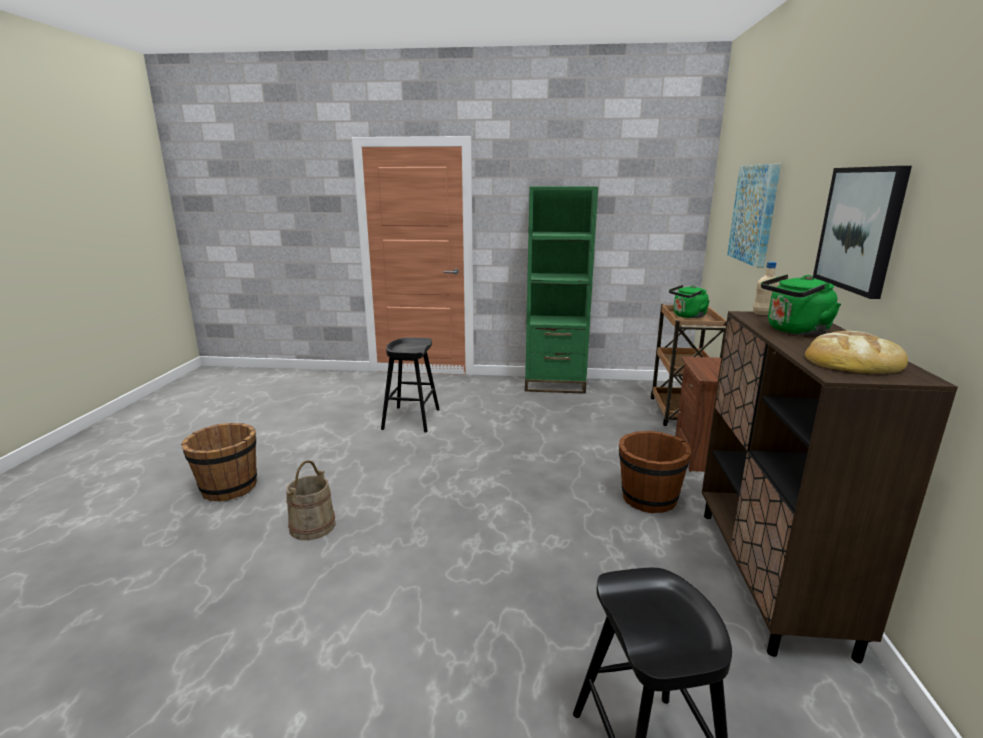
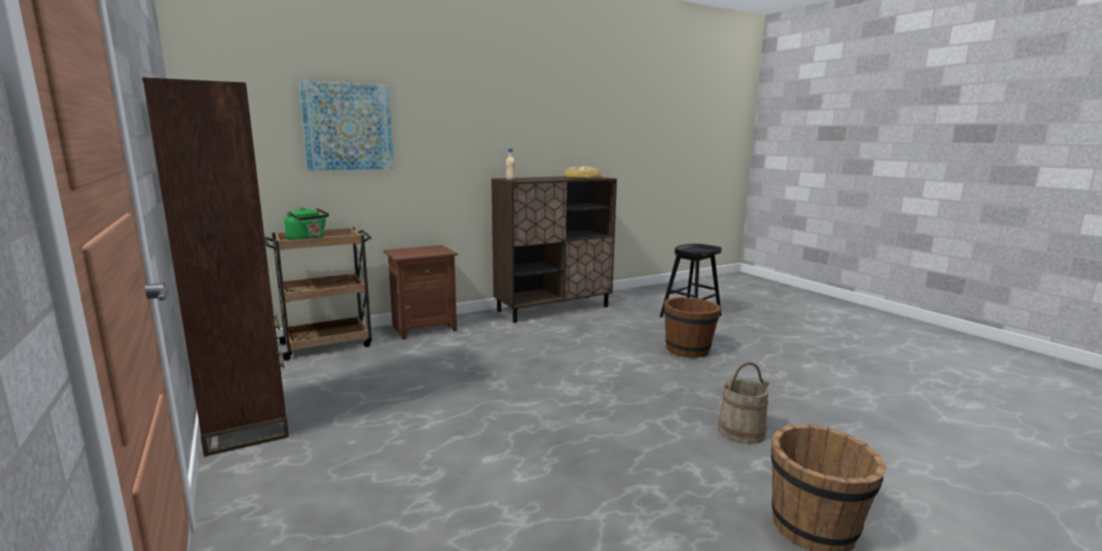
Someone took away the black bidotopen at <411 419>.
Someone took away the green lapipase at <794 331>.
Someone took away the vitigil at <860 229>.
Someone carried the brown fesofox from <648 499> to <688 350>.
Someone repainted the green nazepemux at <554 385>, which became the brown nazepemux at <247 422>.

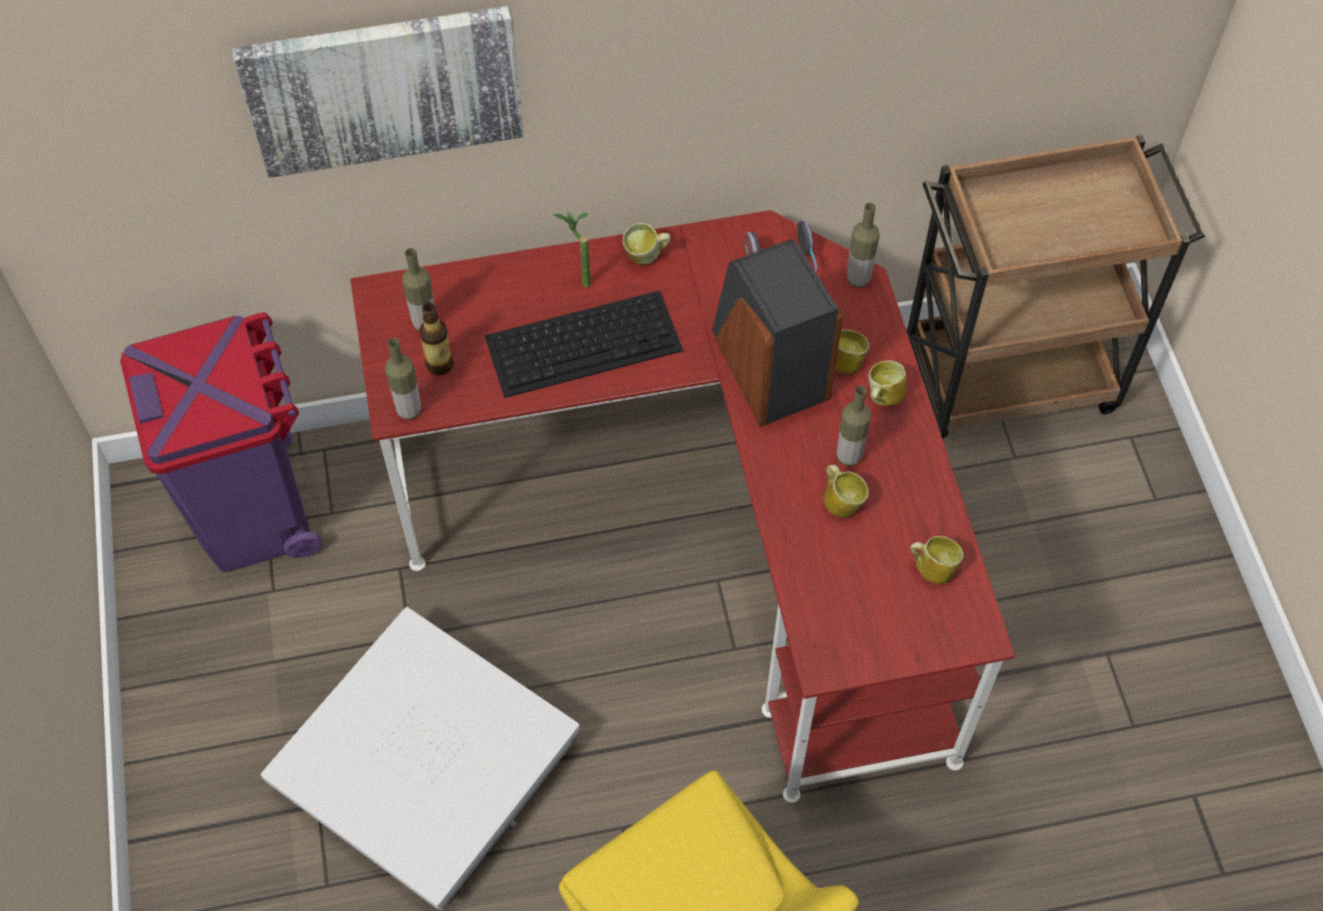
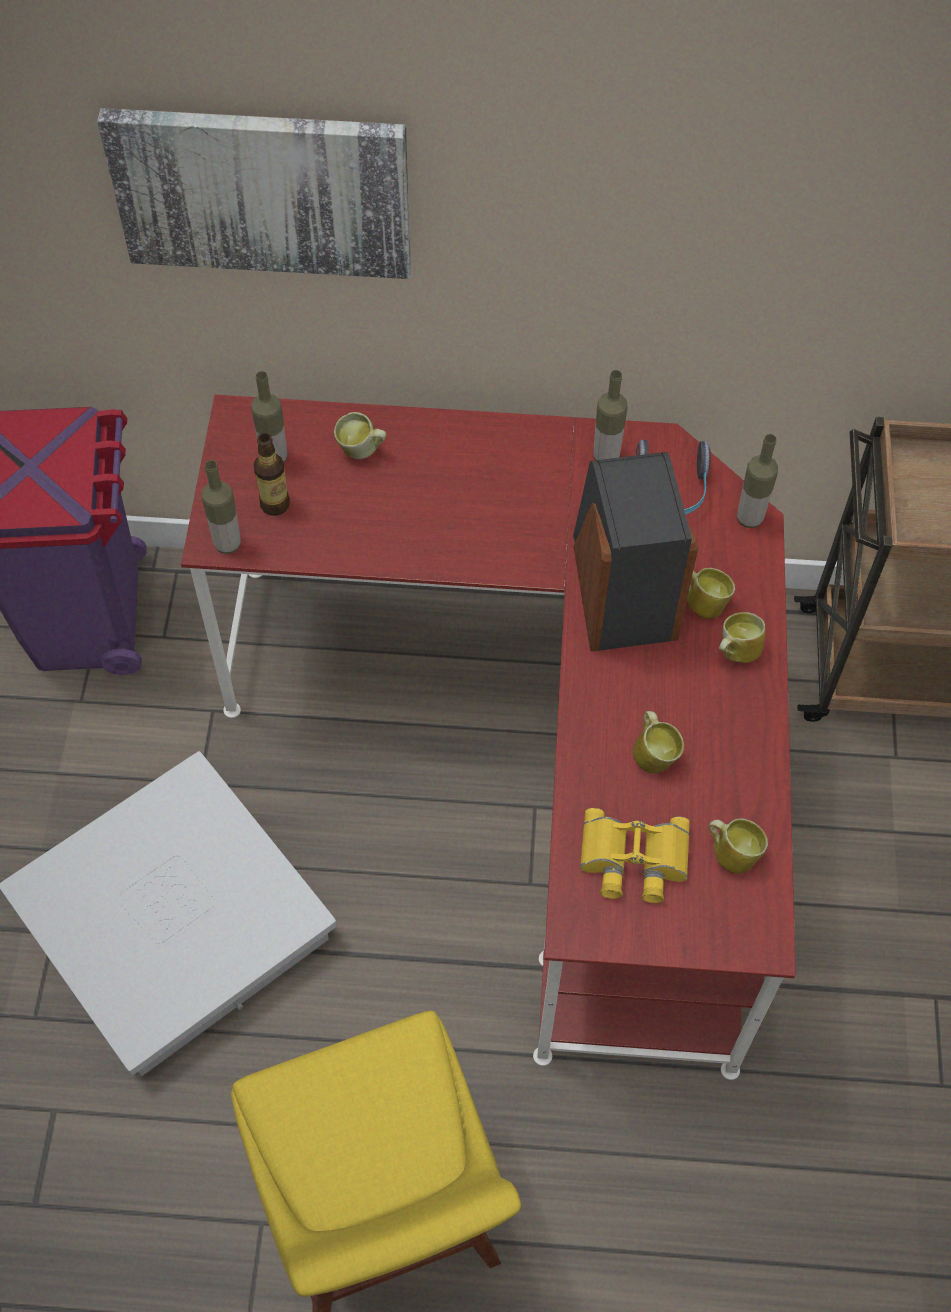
Someone took away the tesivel at <585 342>.
Someone took away the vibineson at <578 282>.
Someone put down the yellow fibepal at <633 861>.
Someone carried the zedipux from <646 257> to <362 452>.
Someone carried the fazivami from <849 456> to <606 456>.

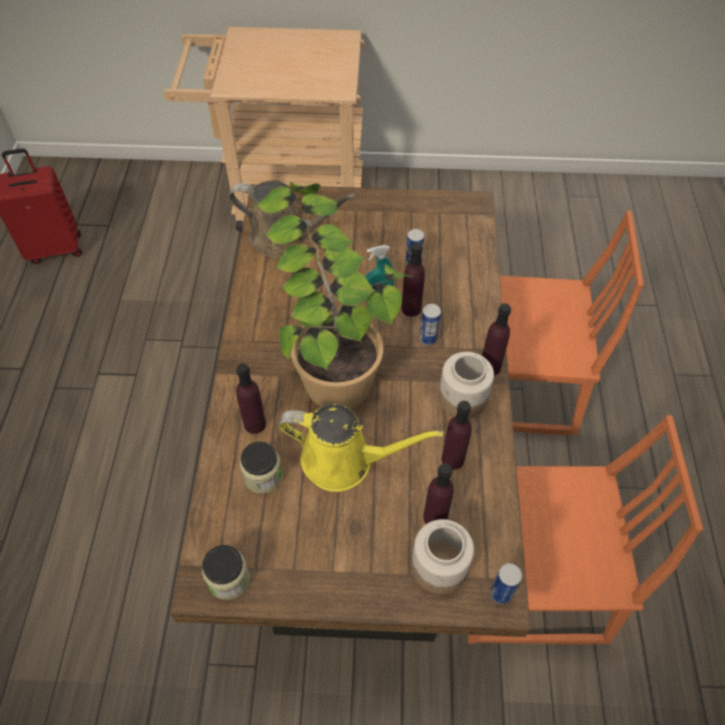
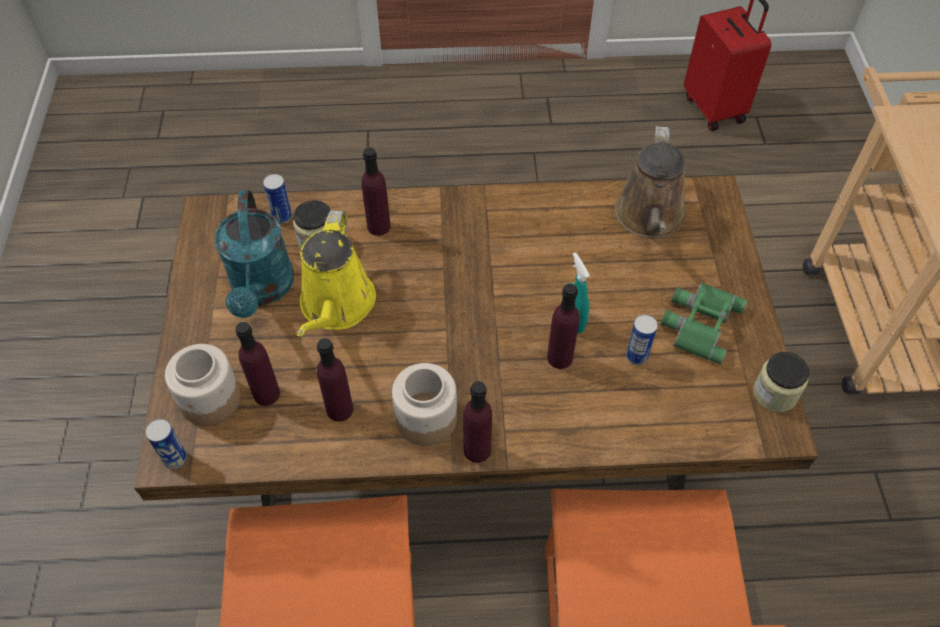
Someone took away the vibineson at <331 354>.
Someone put down the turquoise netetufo at <262 290>.
Someone put down the green fibepal at <699 323>.
Someone carried the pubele from <229 579> to <775 393>.
Someone carried the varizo from <428 339> to <282 217>.

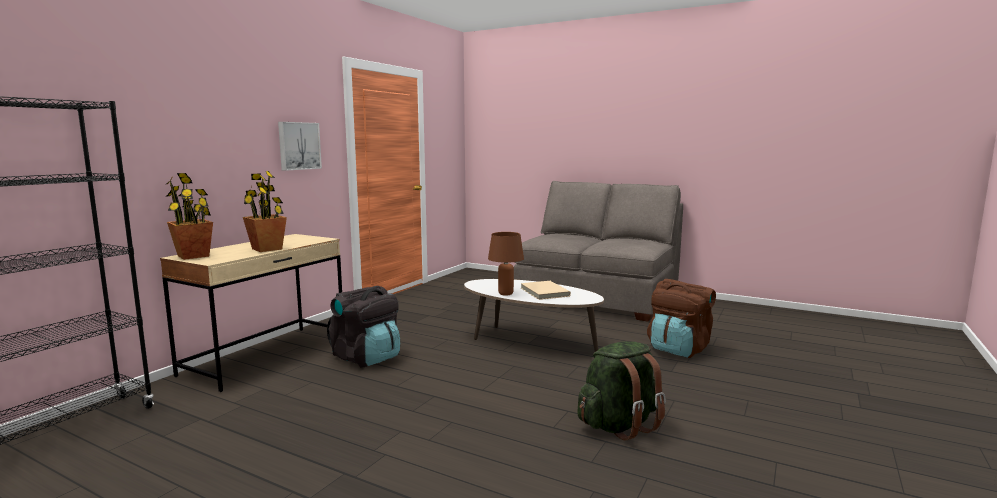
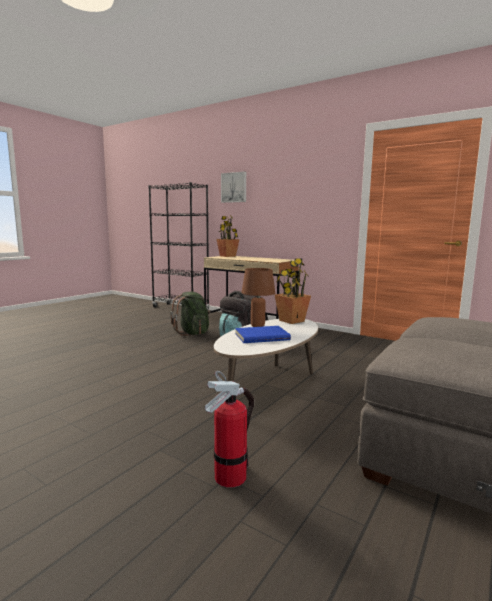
Someone carried the vibineson from <267 249> to <291 321>.
Someone carried the vitigil from <298 146> to <234 187>.
Someone carried the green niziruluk from <619 425> to <193 333>.
Someone swapped the brown niziruluk at <679 349> for the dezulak at <230 476>.
Someone repainted the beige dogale at <544 292>, which became the blue dogale at <261 336>.

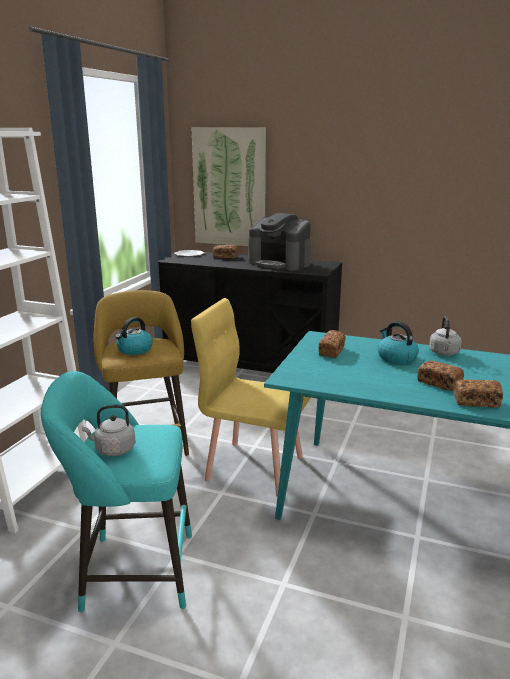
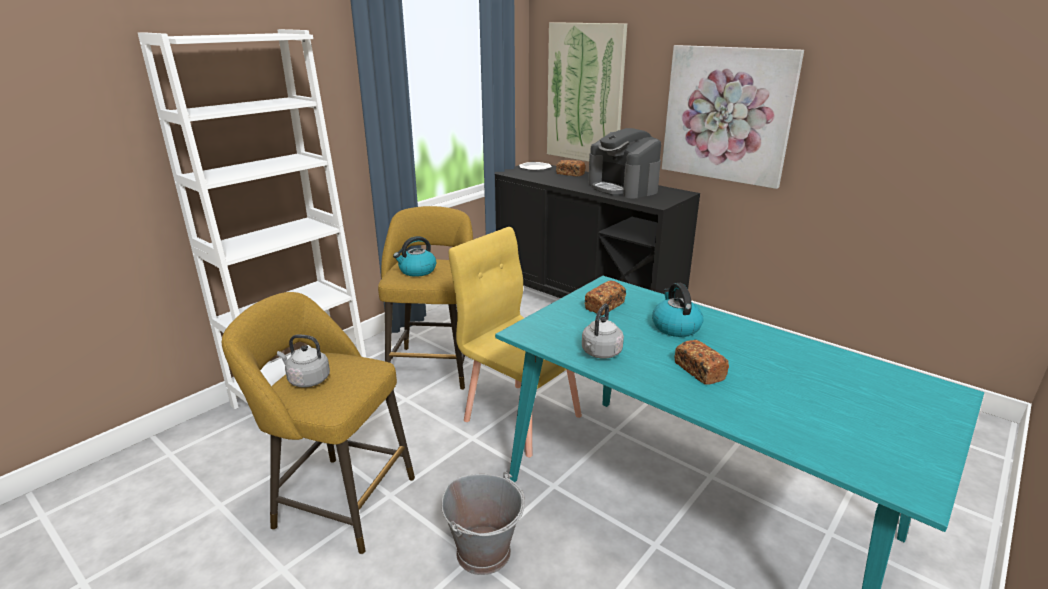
Someone took away the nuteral at <476 402>.
Someone put down the grey fesofox at <484 552>.
Someone put up the vitigil at <727 115>.
Someone carried the grey lapipase from <444 353> to <600 353>.
Someone repainted the turquoise bidotopen at <131 571>, which became the yellow bidotopen at <338 501>.

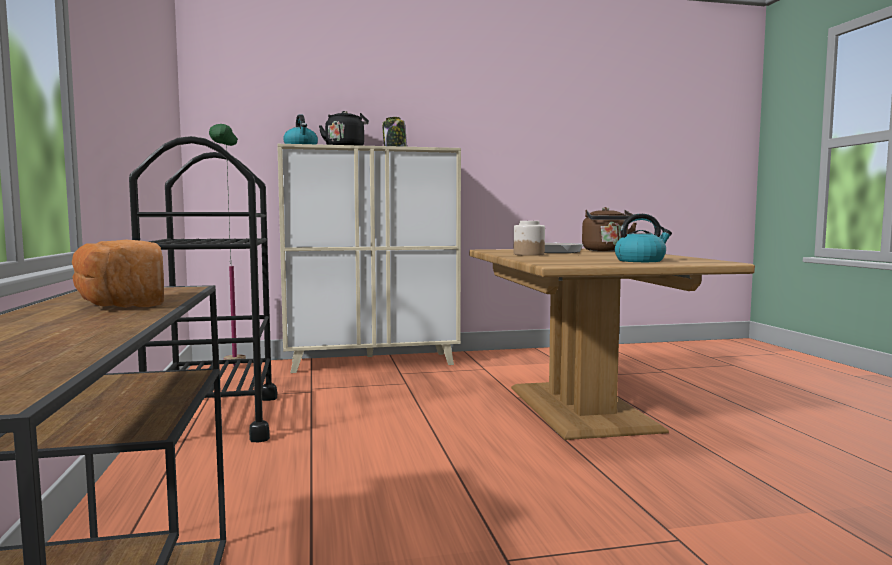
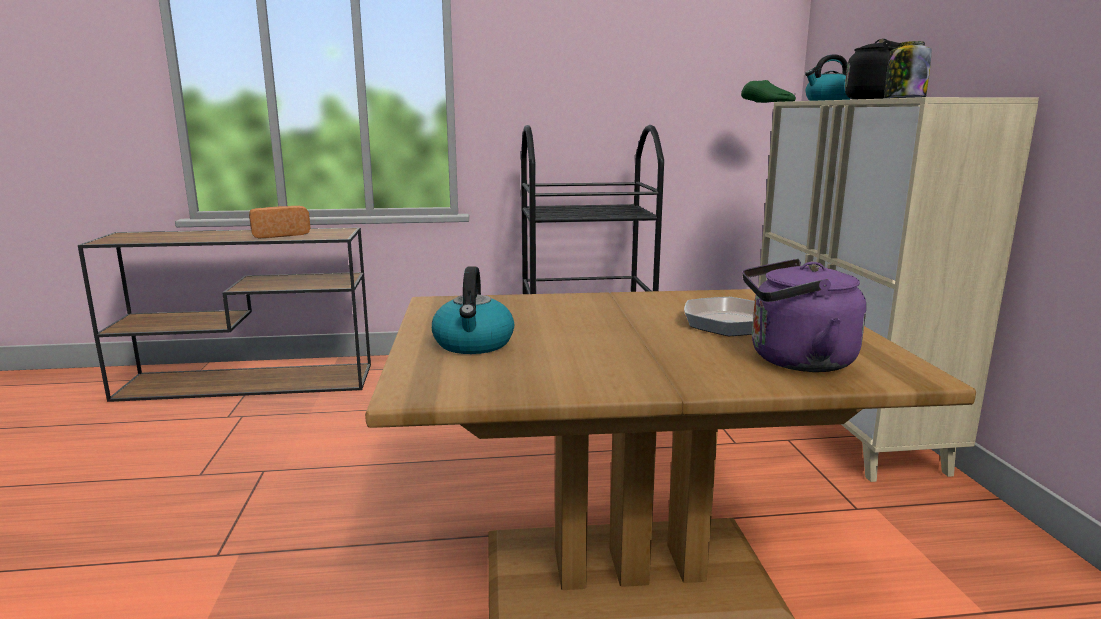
Someone took away the pubele at <528 254>.
Someone repainted the brown lapipase at <606 251>, which became the purple lapipase at <795 361>.

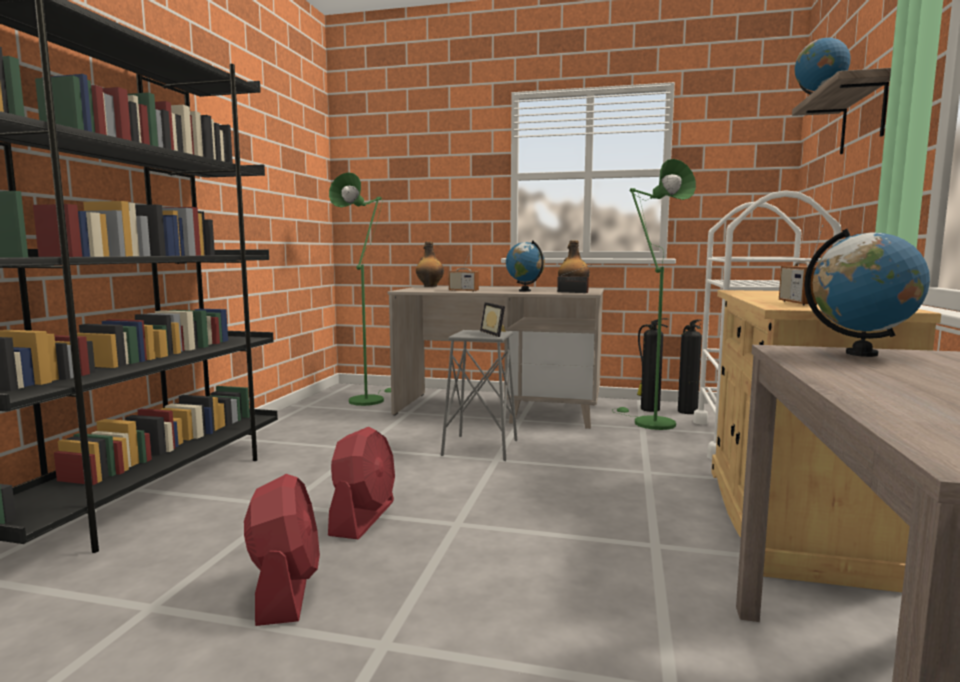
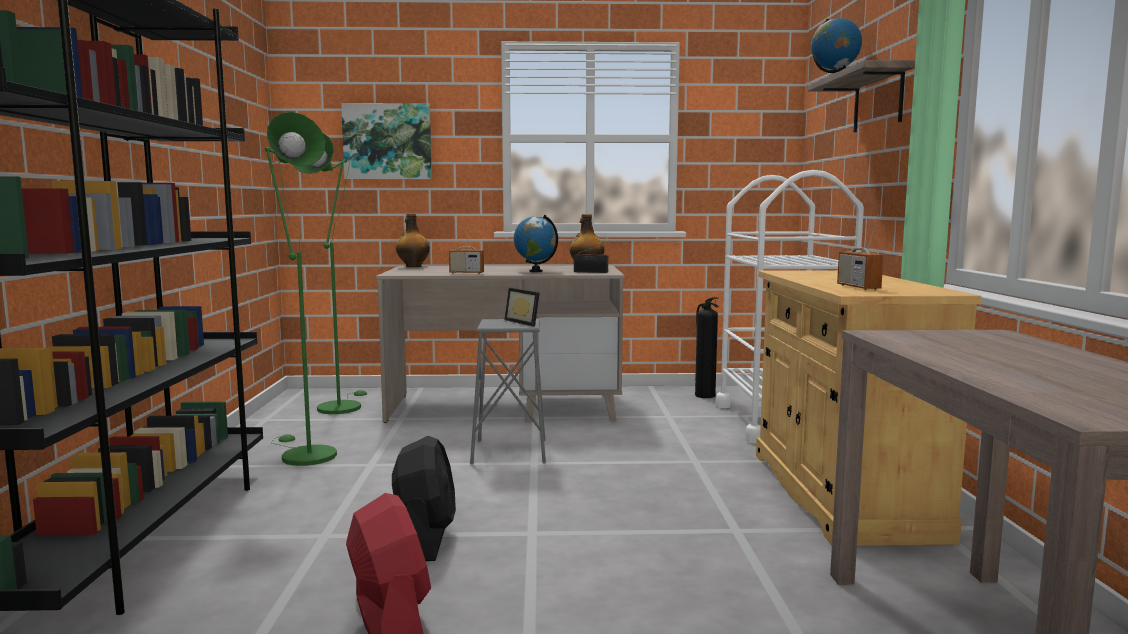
Someone took away the dezulak at <649 409>.
Someone took away the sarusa at <861 354>.
Someone put up the vitigil at <387 141>.
Someone carried the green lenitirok from <648 422> to <303 454>.
Someone repainted the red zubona at <363 518>, which became the black zubona at <425 538>.

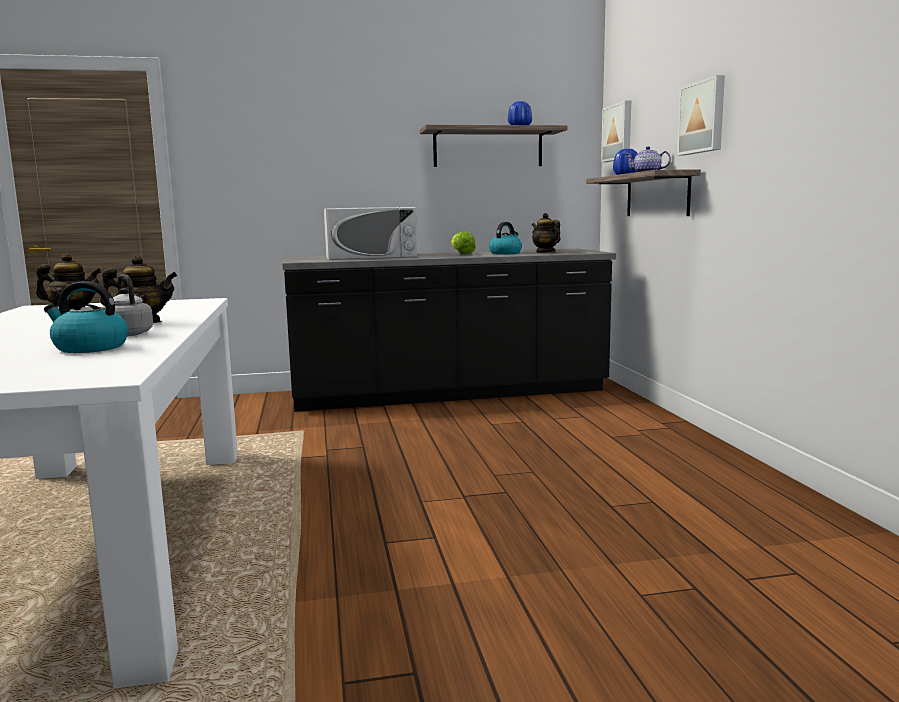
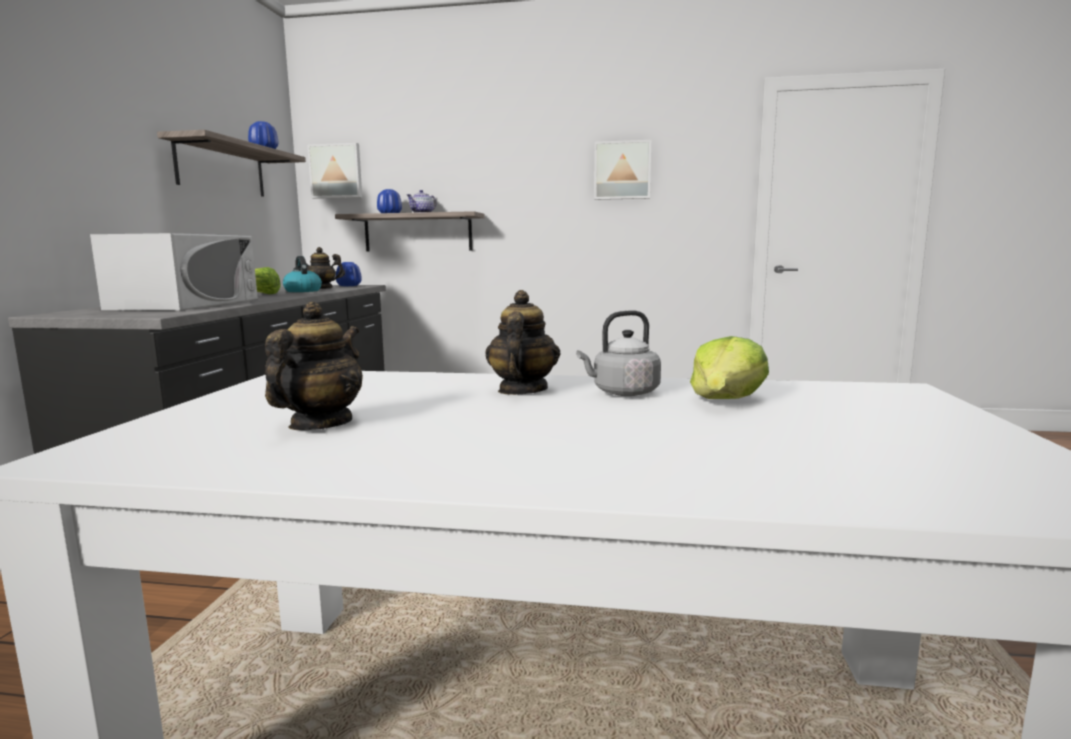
Someone put down the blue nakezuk at <349 286>.
Someone carried the vitigil from <703 117> to <622 170>.
Someone swapped the lapipase at <89 348> for the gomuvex at <726 400>.

